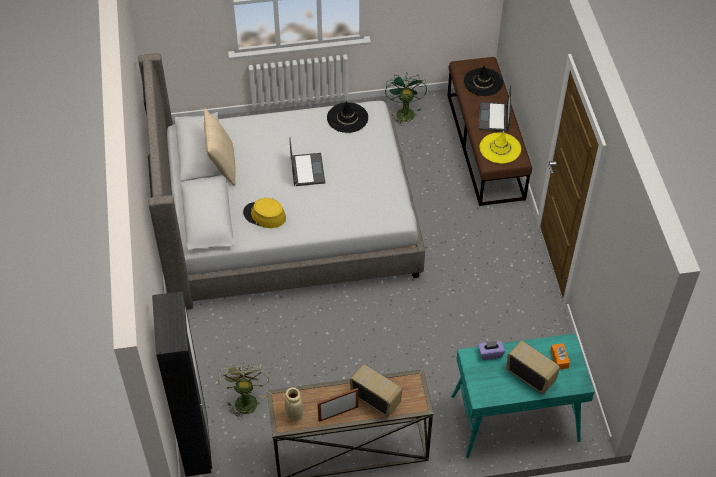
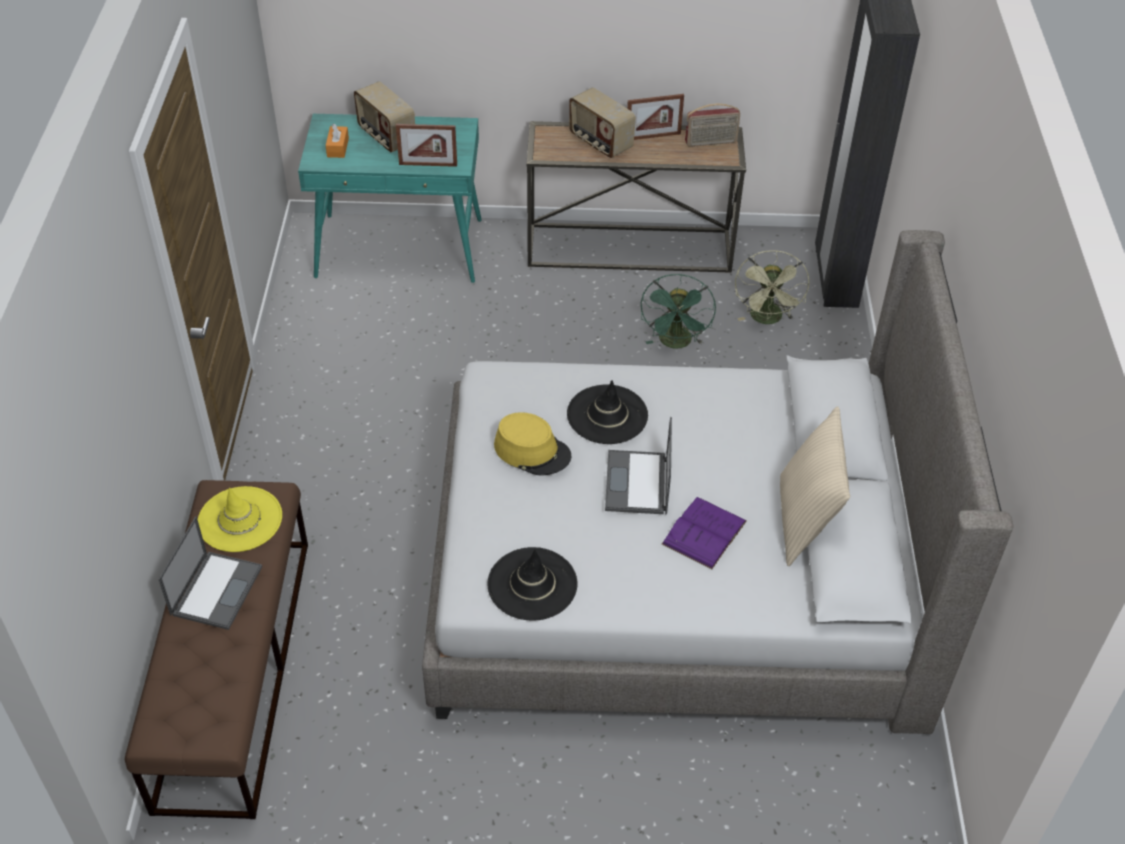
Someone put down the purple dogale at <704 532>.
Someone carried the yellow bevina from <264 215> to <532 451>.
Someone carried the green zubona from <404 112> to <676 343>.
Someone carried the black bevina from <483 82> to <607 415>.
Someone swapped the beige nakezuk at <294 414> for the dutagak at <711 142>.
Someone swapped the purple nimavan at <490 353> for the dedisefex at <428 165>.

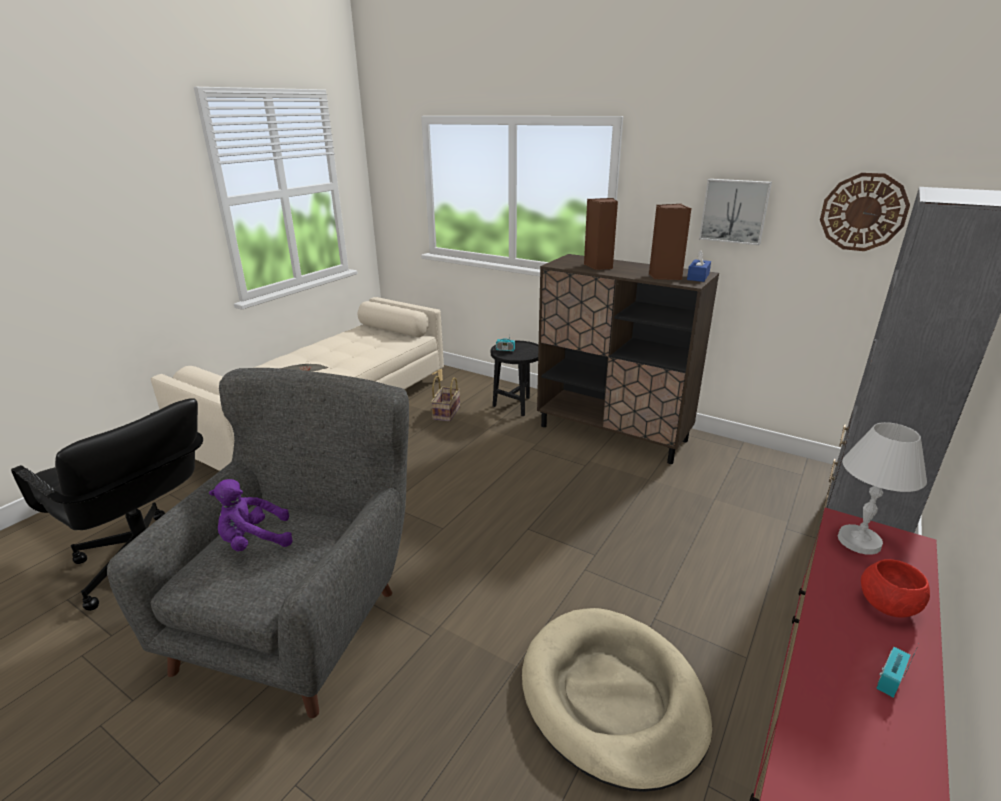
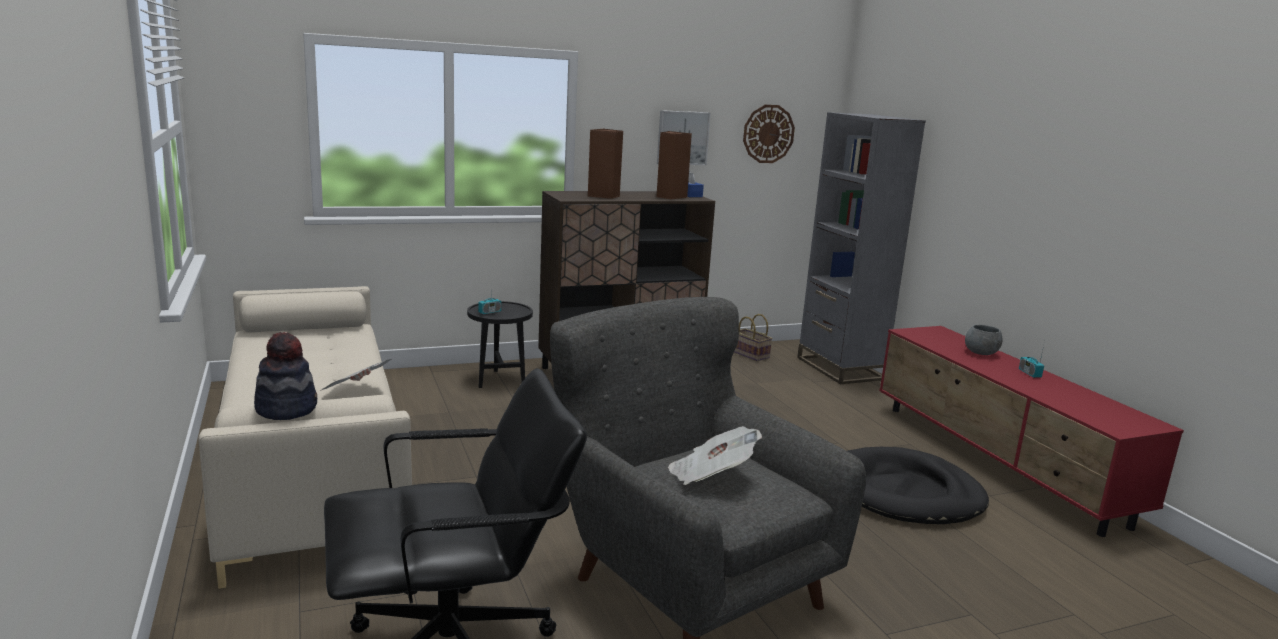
Someone took away the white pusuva at <858 541>.
Someone put down the bevina at <287 409>.
Someone carried the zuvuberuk from <446 412> to <749 354>.
Someone swapped the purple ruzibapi at <254 541> for the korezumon at <711 476>.
Someone repainted the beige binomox at <612 697>, which became the black binomox at <905 492>.
Someone repainted the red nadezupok at <887 606>, which became the grey nadezupok at <981 353>.

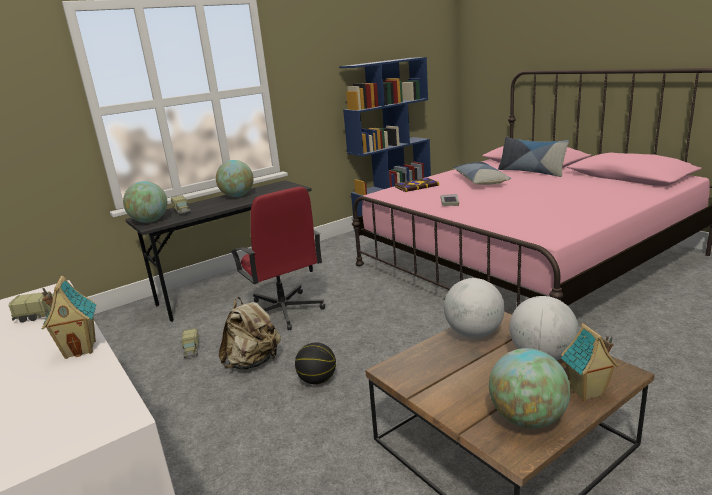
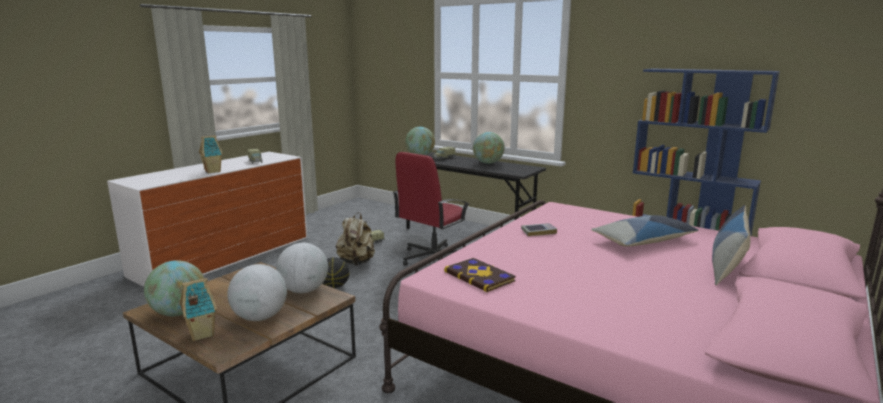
Someone carried the dogale from <416 186> to <480 276>.

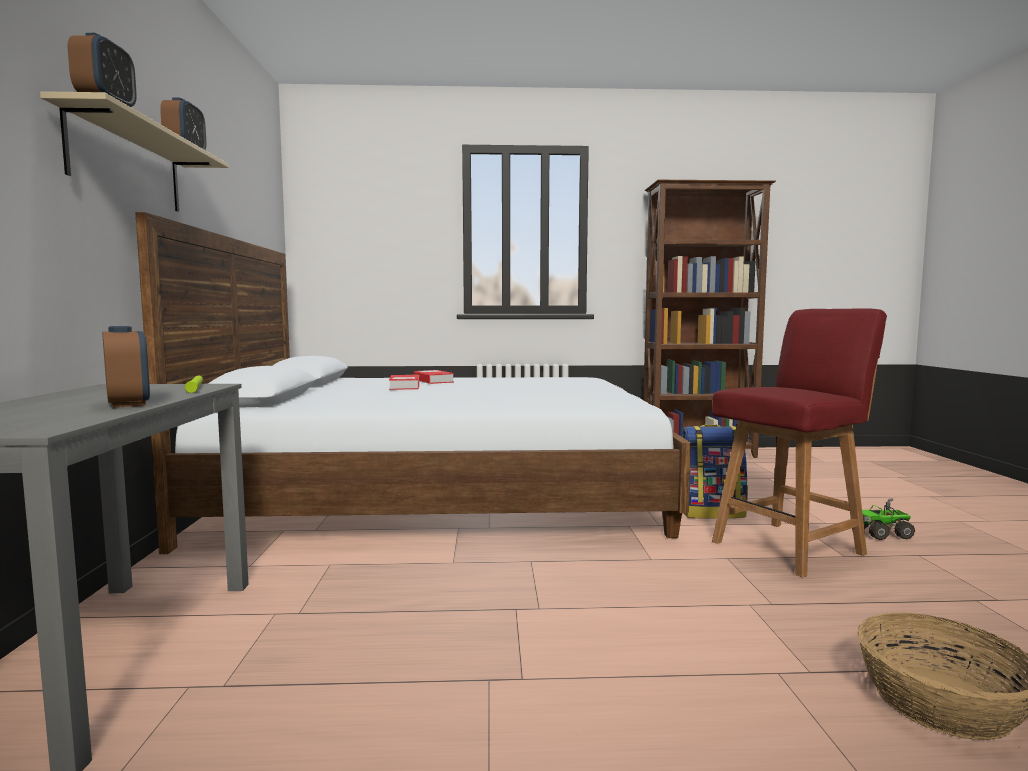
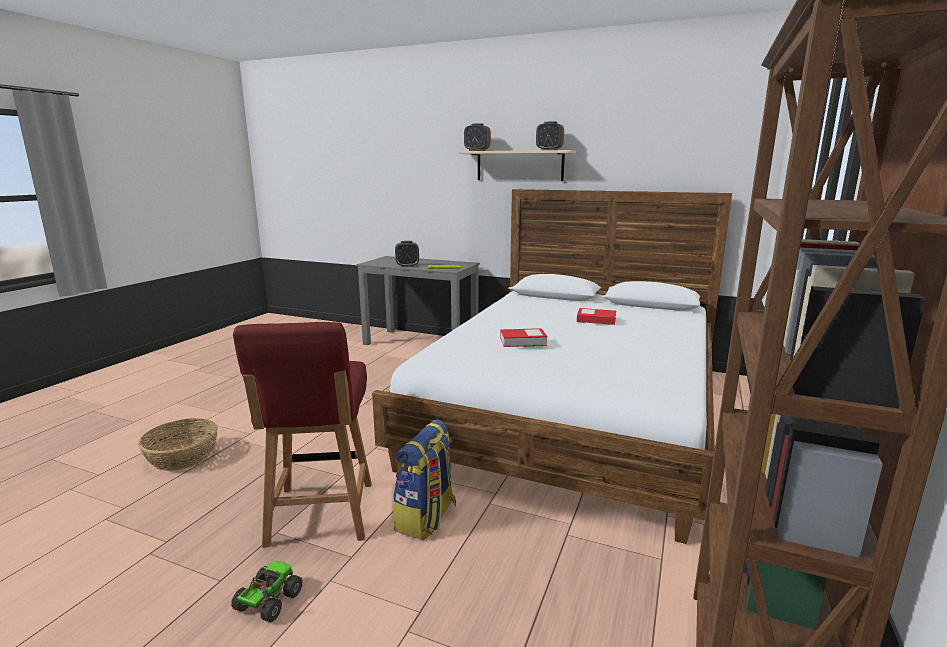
Someone carried the dogale from <433 381> to <523 341>.

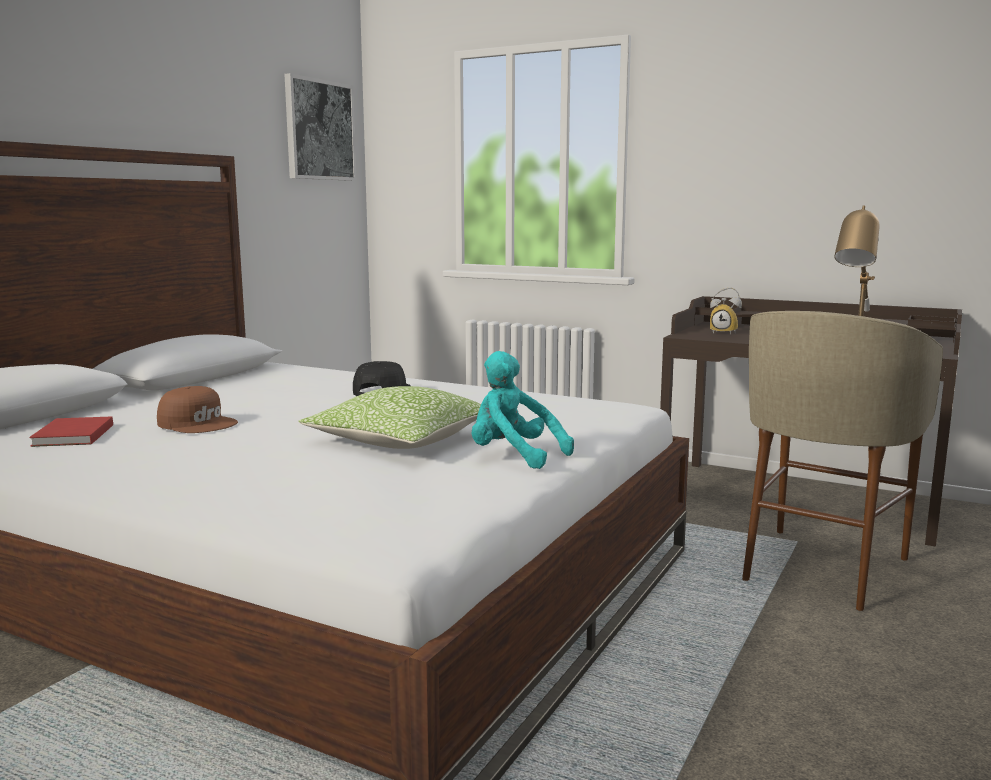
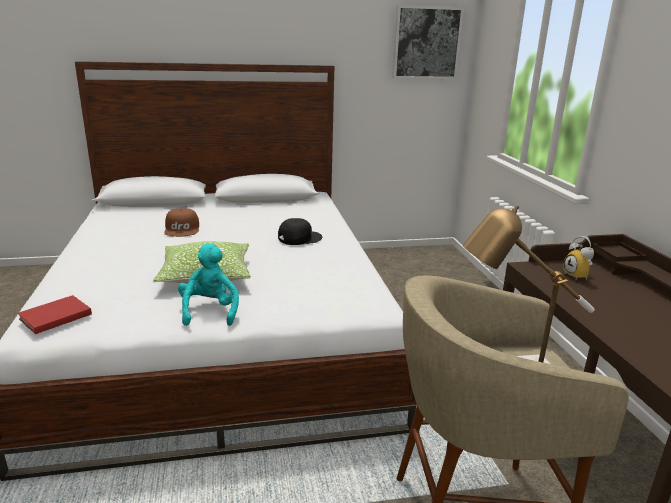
Someone carried the red dogale from <71 436> to <53 317>.

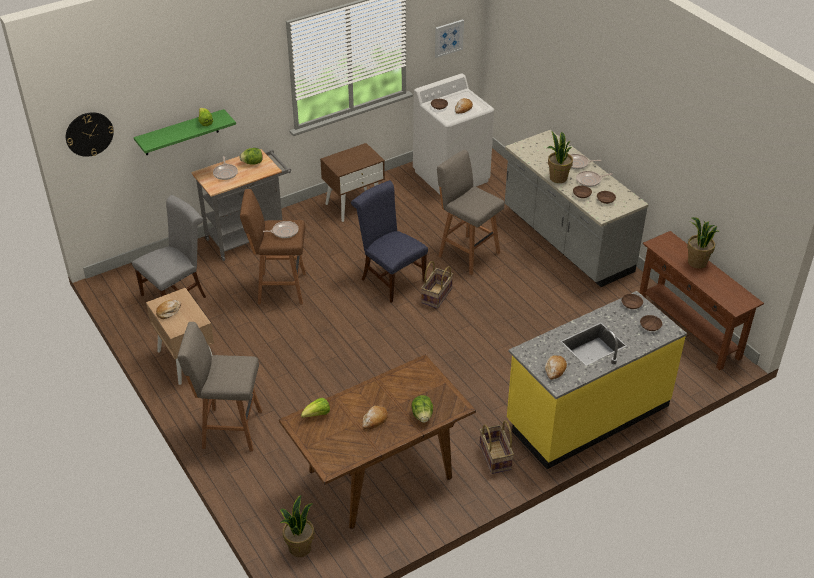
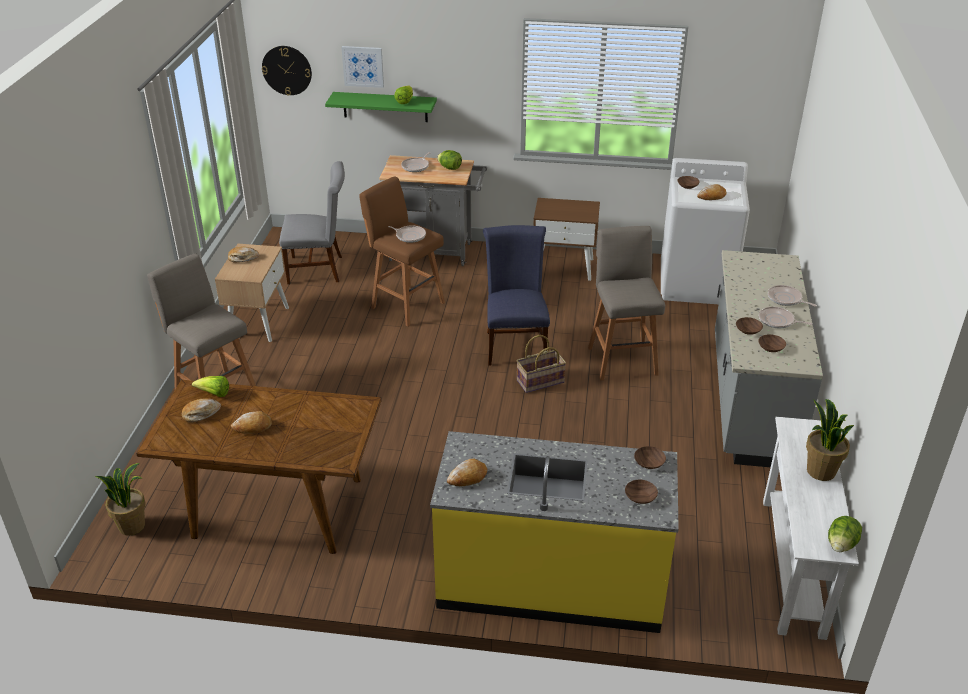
Someone took away the zuvuberuk at <496 457>.
Someone took away the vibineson at <557 178>.
Someone put down the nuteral at <201 414>.
Someone carried the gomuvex from <422 416> to <841 544>.
Someone carried the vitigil from <448 38> to <363 66>.
Someone repainted the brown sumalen at <688 328>, which became the white sumalen at <793 565>.

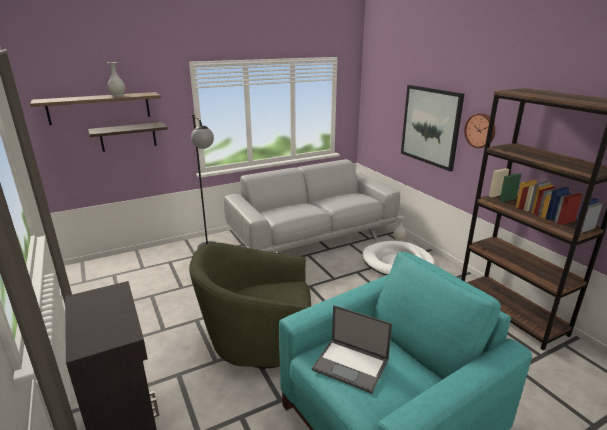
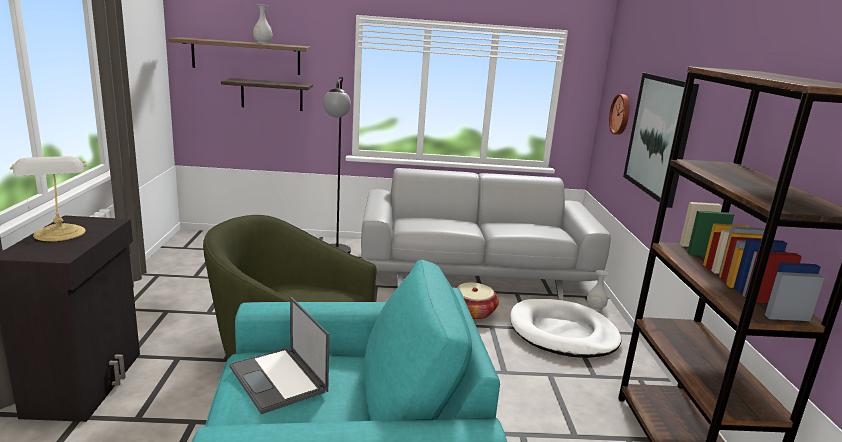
Someone put down the pusuva at <60 234>.
Someone put down the zuvuberuk at <472 312>.
Someone carried the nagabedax from <480 130> to <621 114>.

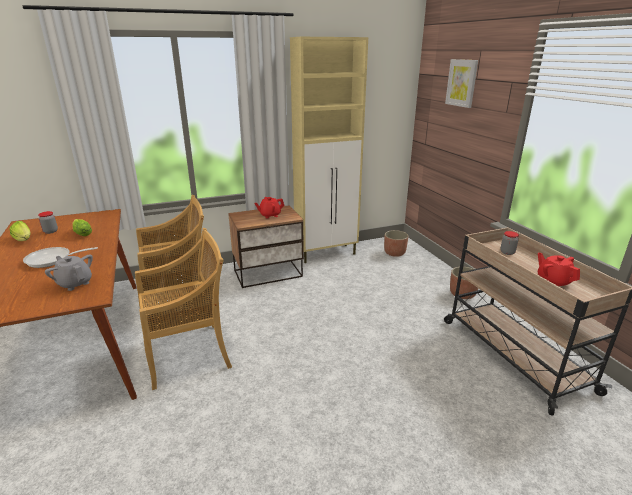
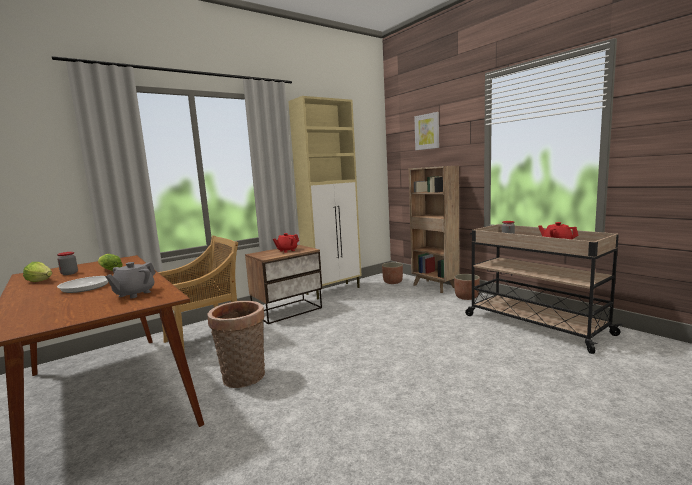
Someone put down the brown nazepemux at <435 286>.
Someone swapped the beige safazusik at <189 354> for the zuvuberuk at <243 379>.
Someone rotated the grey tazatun at <75 283> by 90 degrees counterclockwise.

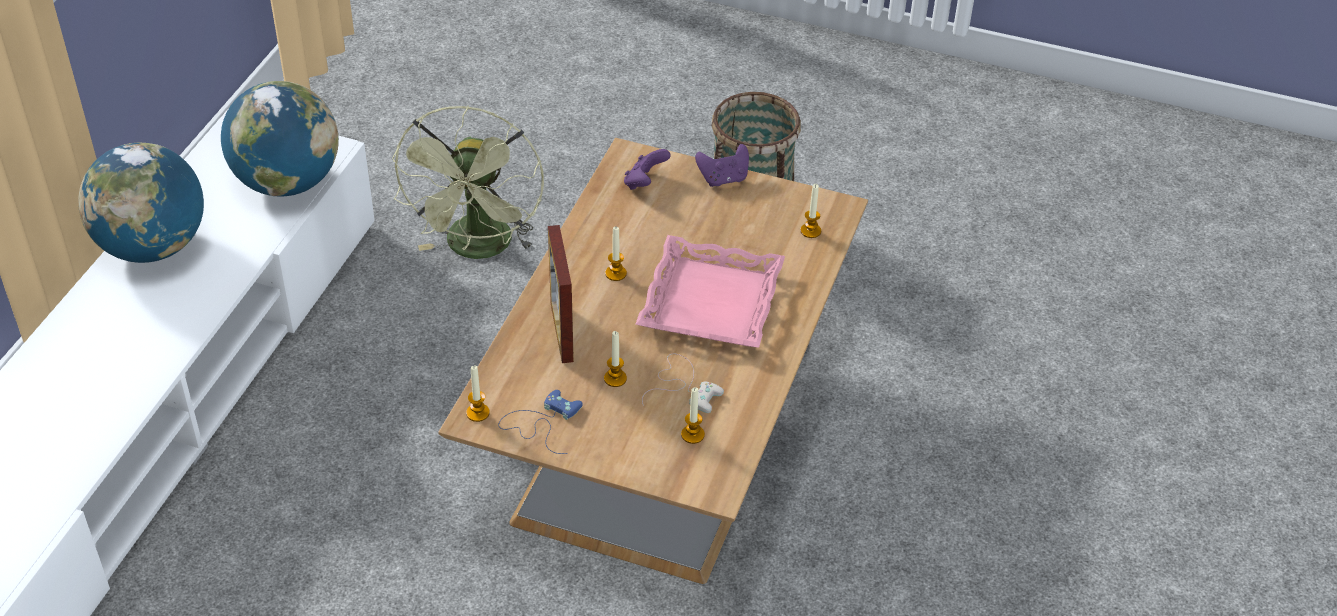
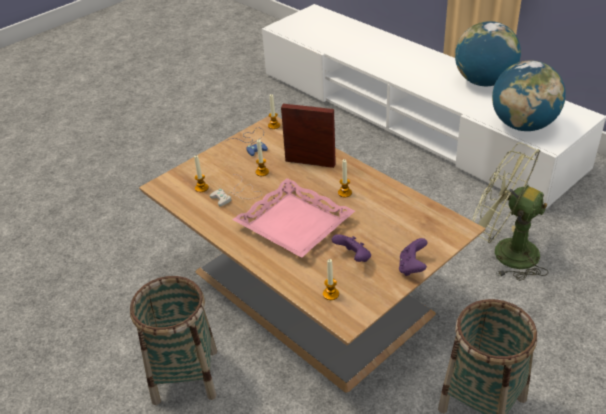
Someone put down the zuvuberuk at <185 376>.
Someone carried the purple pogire from <644 183> to <353 258>.

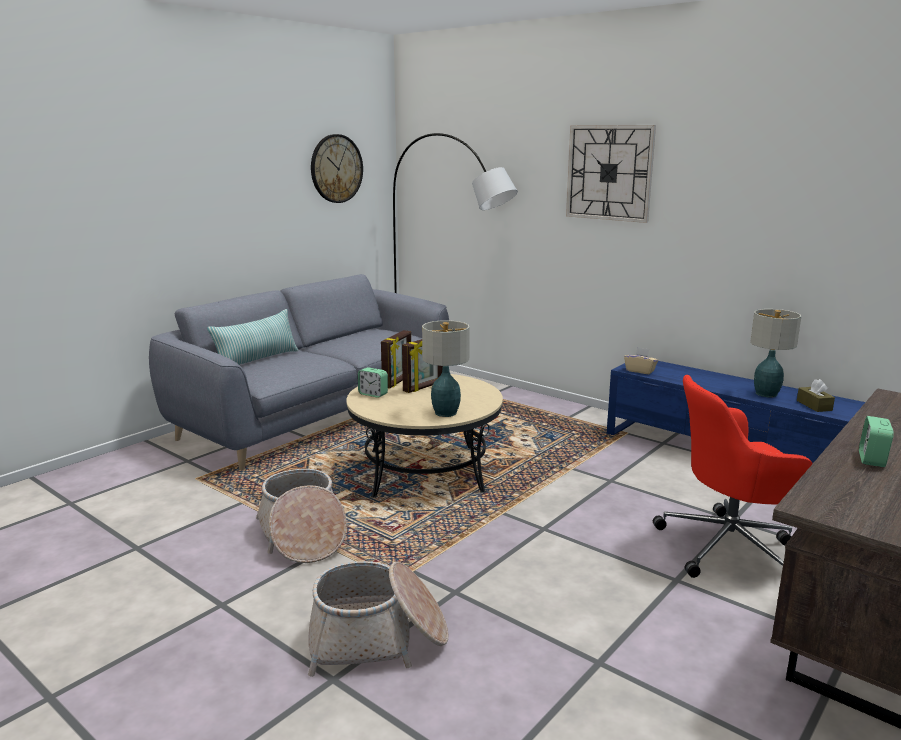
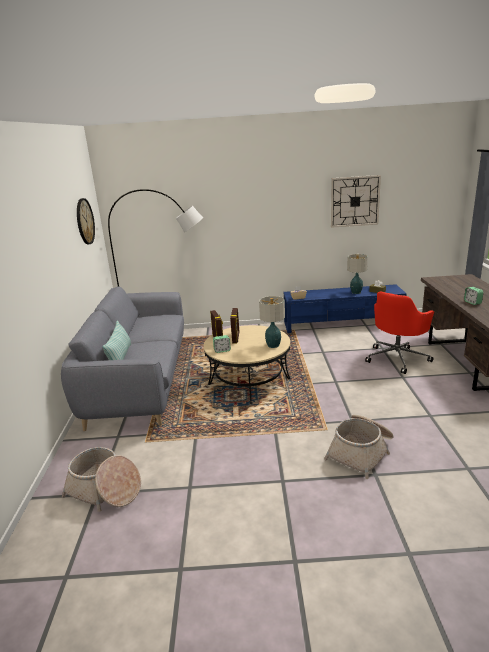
Someone carried the zuvuberuk from <302 535> to <105 490>.
Someone carried the nagabedax from <609 173> to <355 201>.

